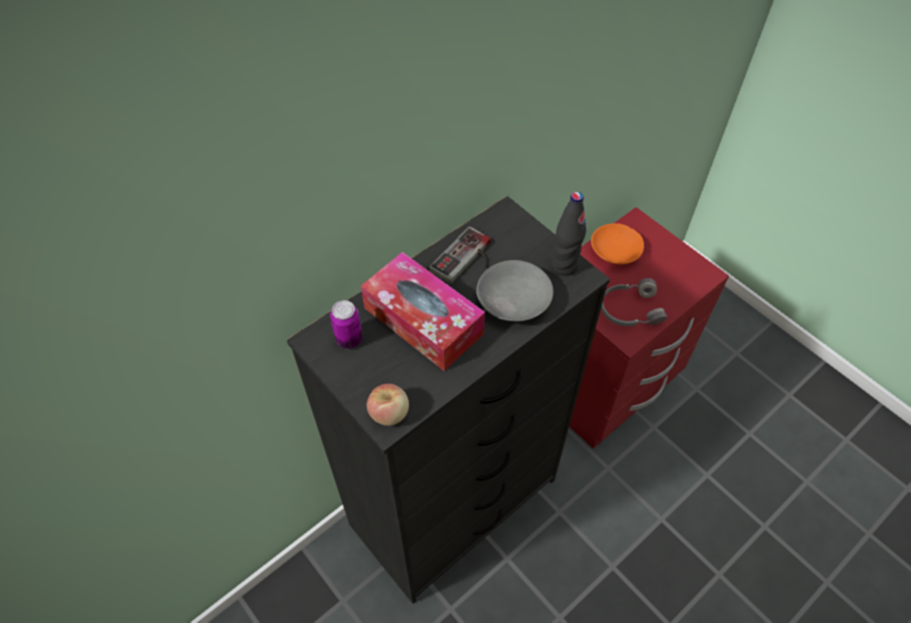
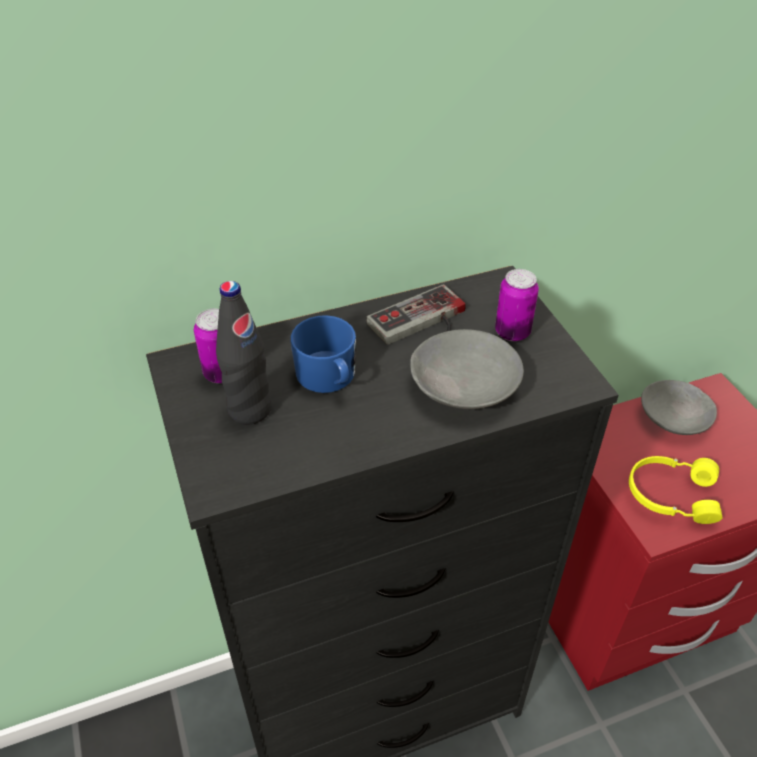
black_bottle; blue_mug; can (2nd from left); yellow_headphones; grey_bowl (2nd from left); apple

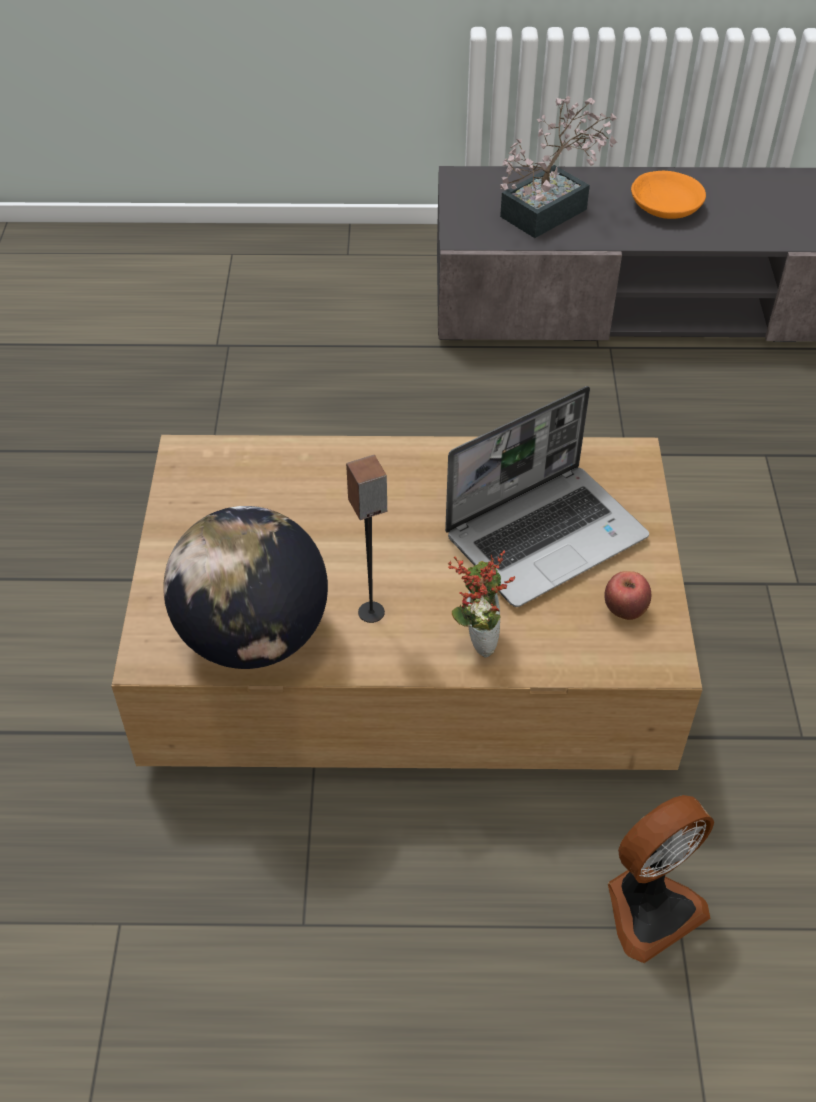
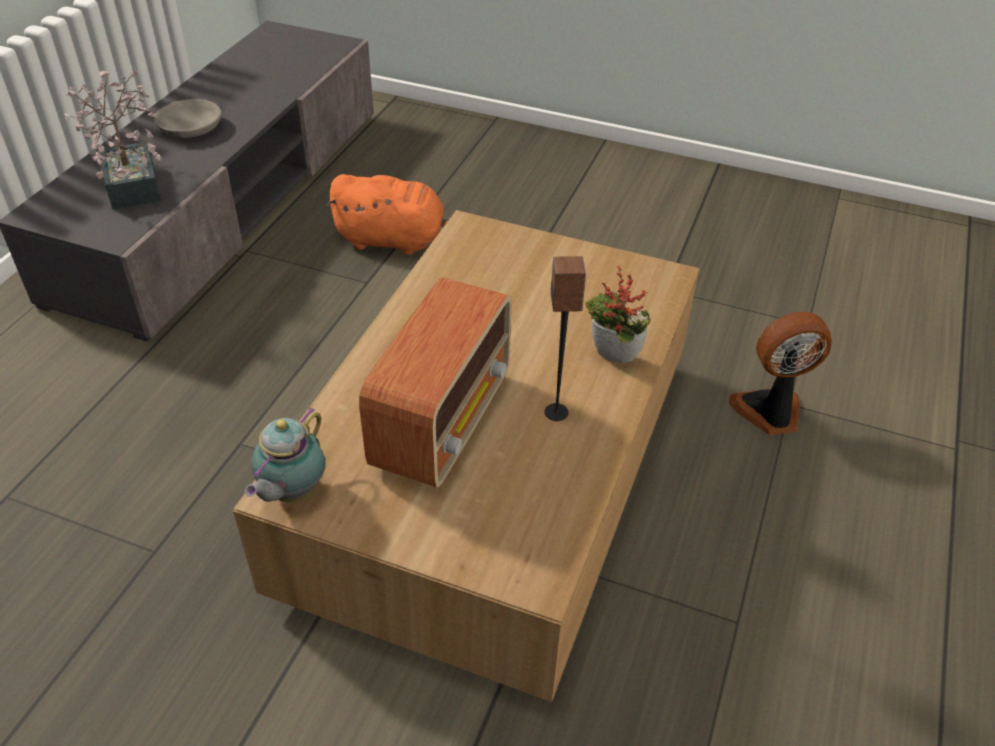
grey_bowl; teapot; orange_plush_toy; radio; fan; globe; laptop; apple

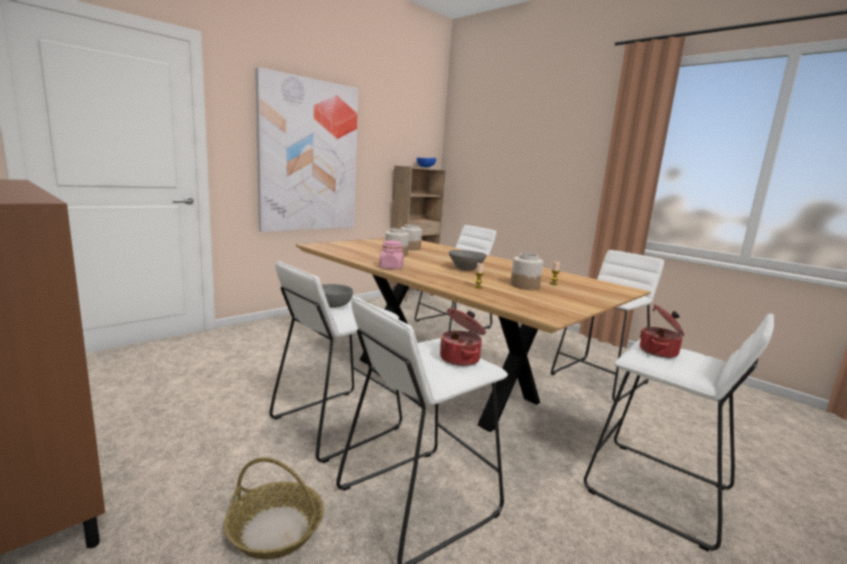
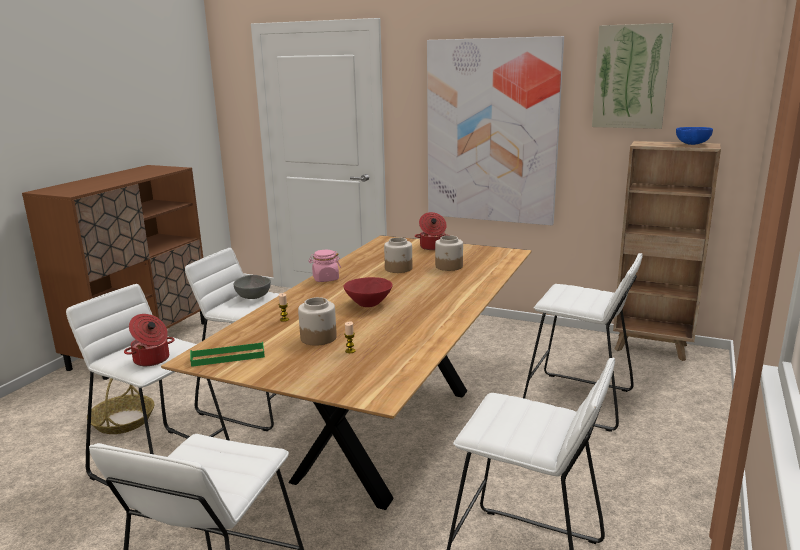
green_tray; red_bowl; cooking_pot (2nd from left); picture (2nd from left)

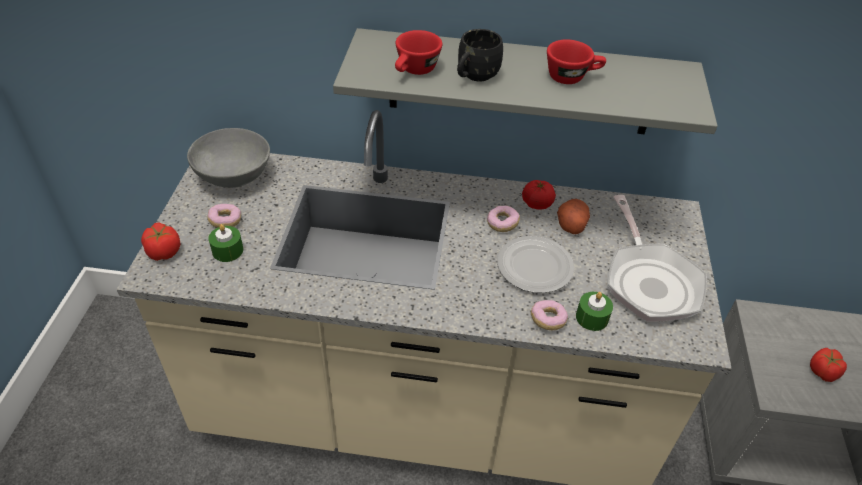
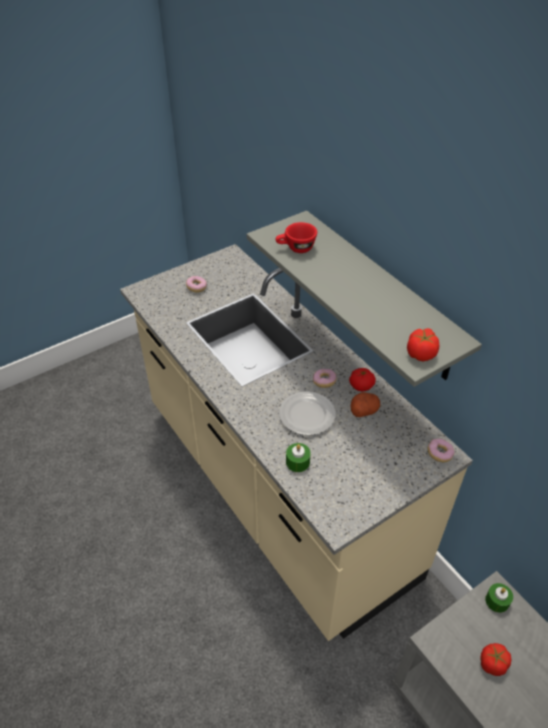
tomato (2nd from left); donut (3rd from left); green_candle (2nd from left); grey_bowl; black_mug; red_cup (2nd from left in the first image); frying_pan

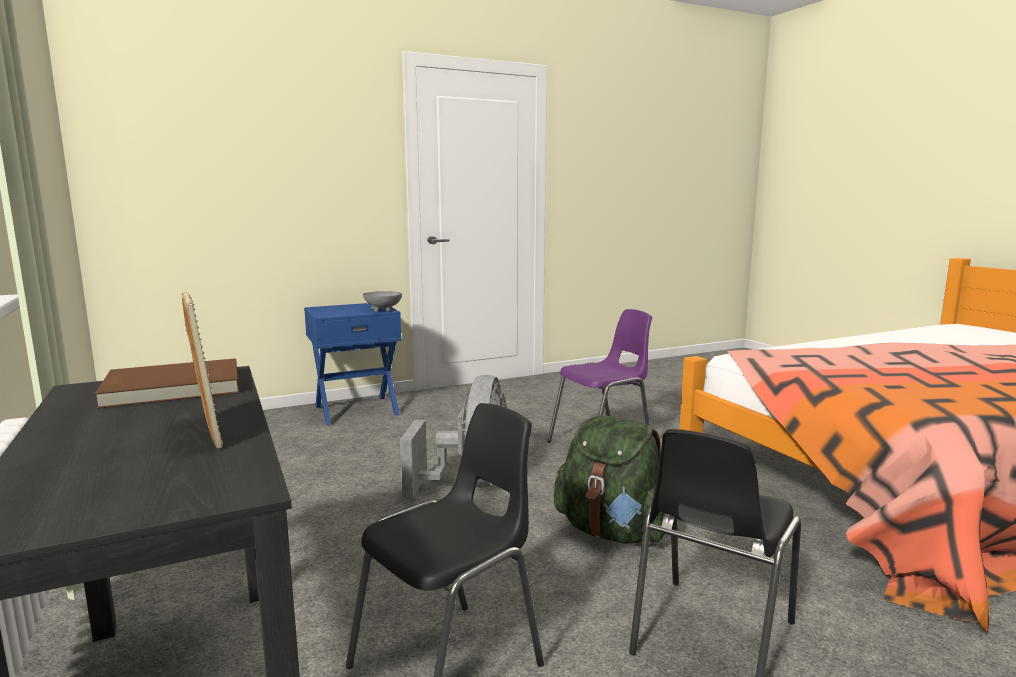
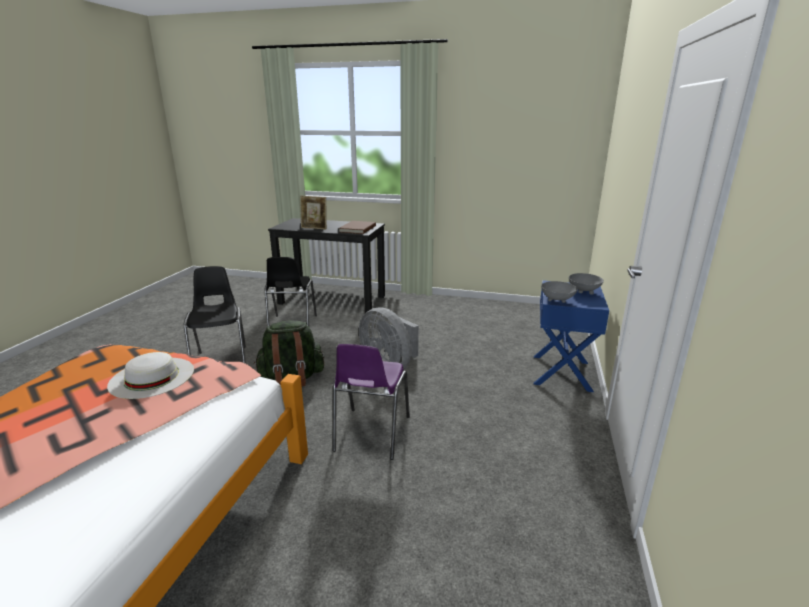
white_hat; grey_bowl (2nd from left)

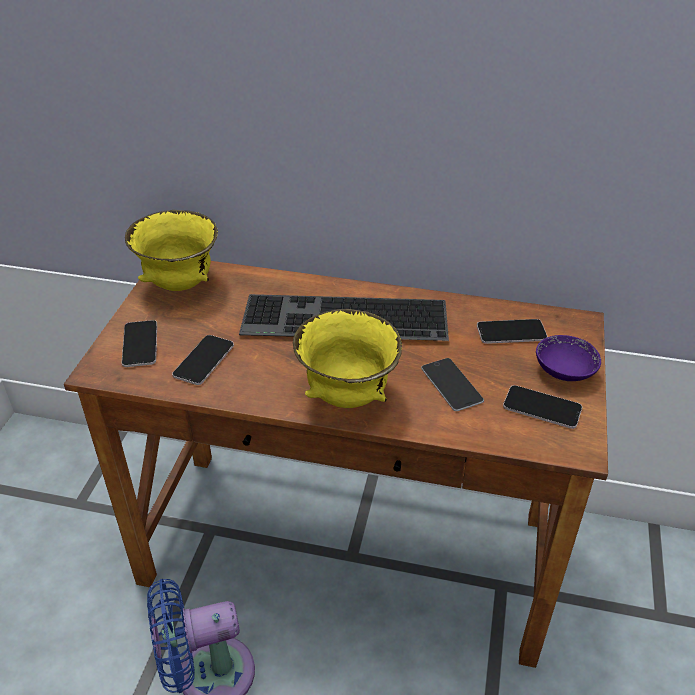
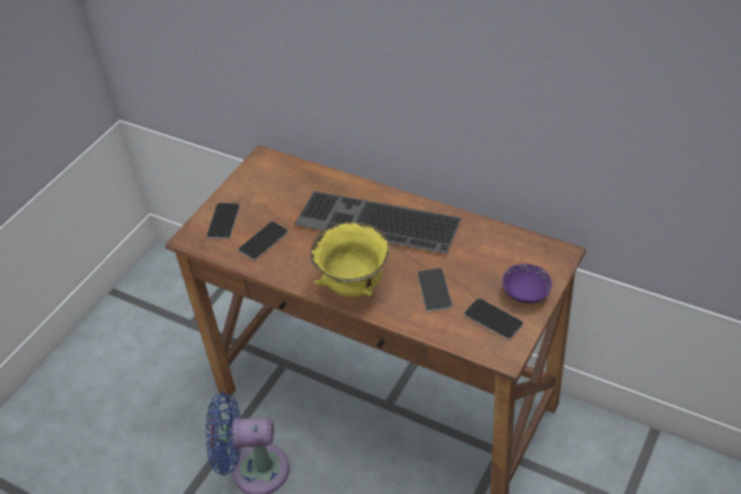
yellow_bowl (1st from left in the first image); phone (4th from left in the first image)

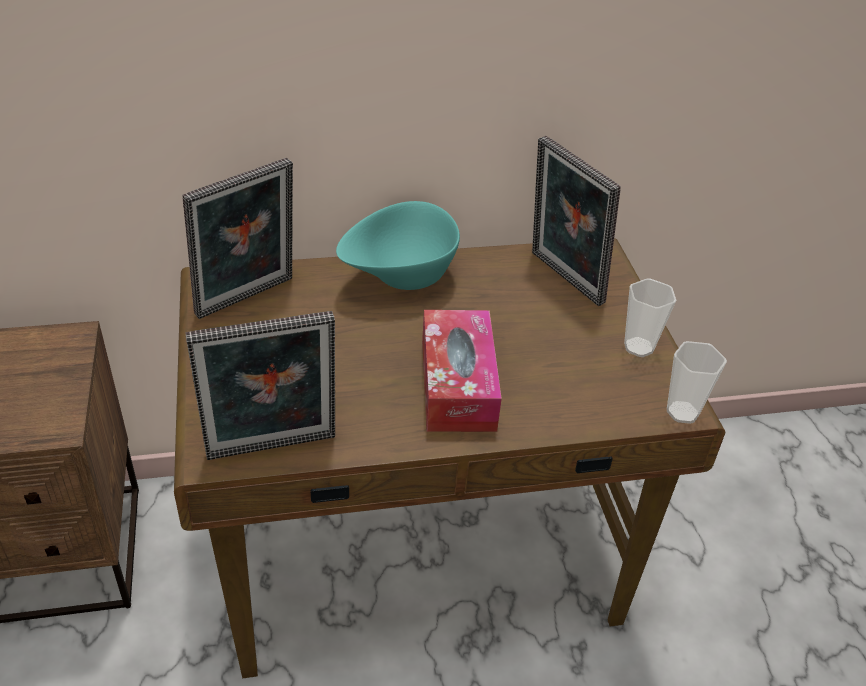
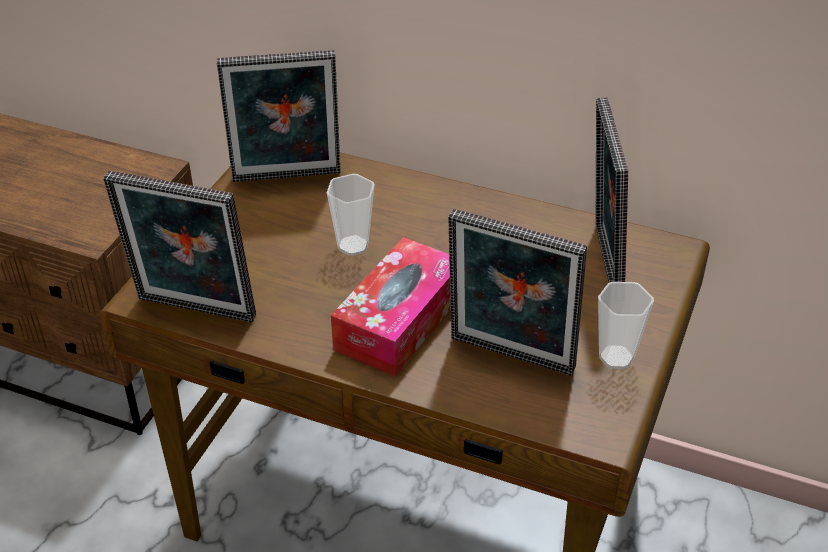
cup (1st from left); picture_frame (3rd from left); turquoise_bowl

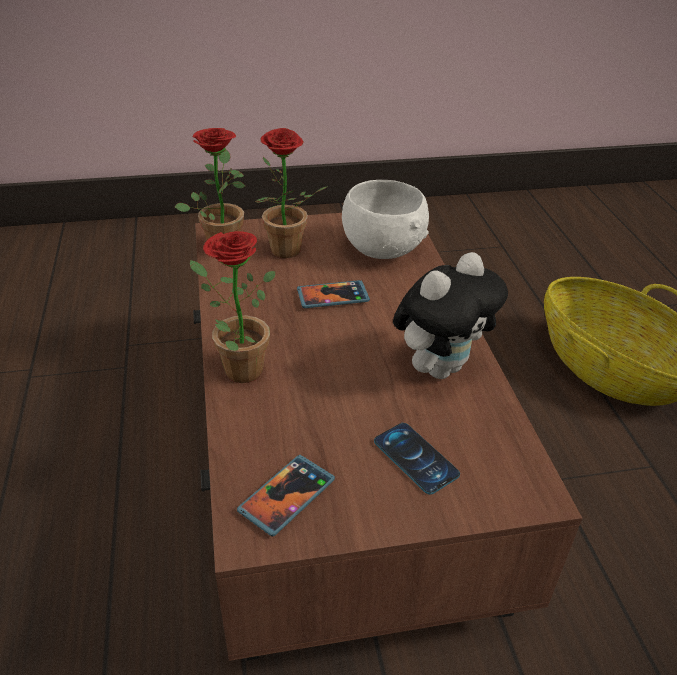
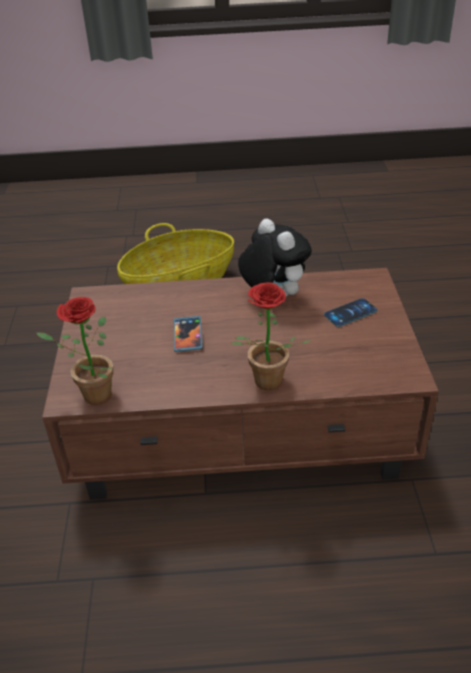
phone (1st from left in the first image); potted_plant (3rd from left in the first image); white_bowl

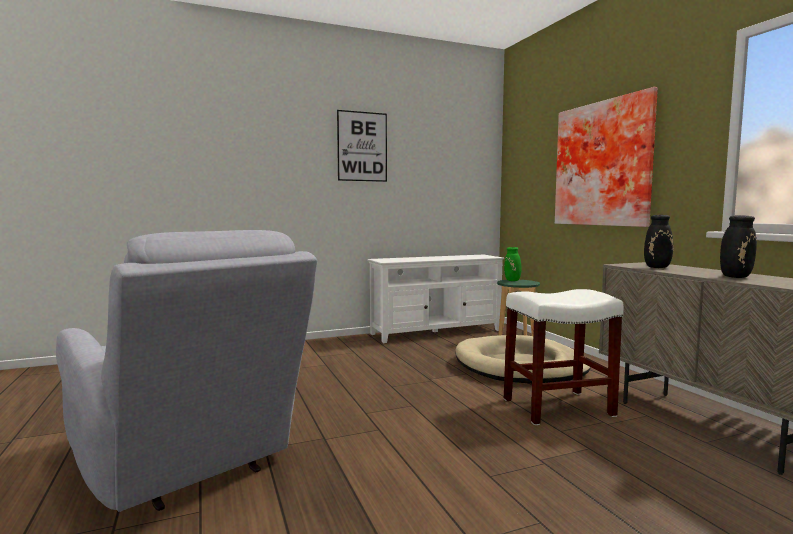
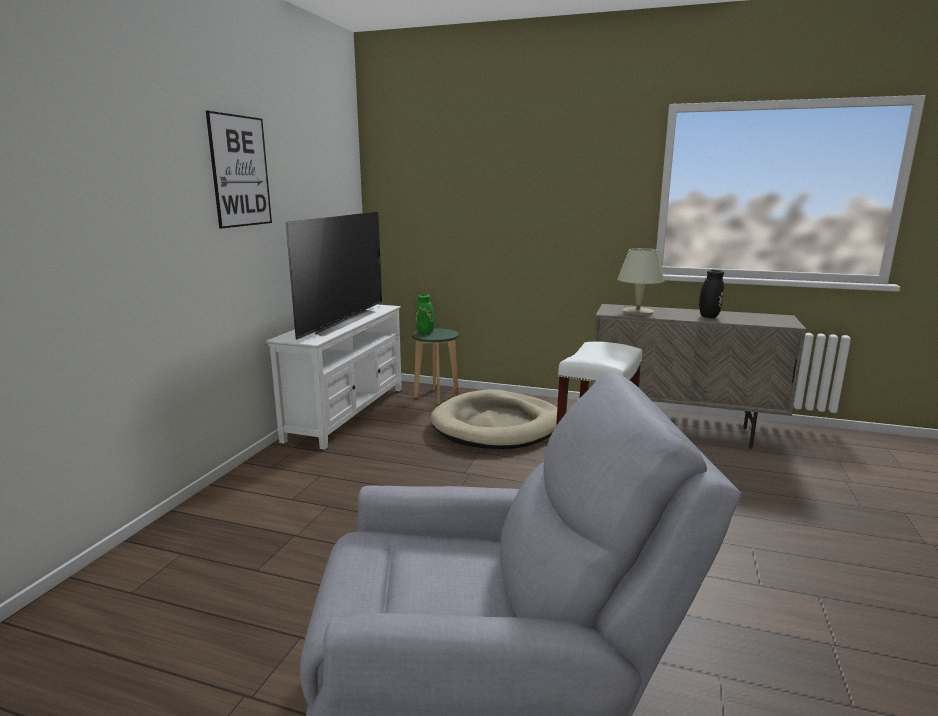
television; beige_table_lamp; picture (2nd from left in the first image)

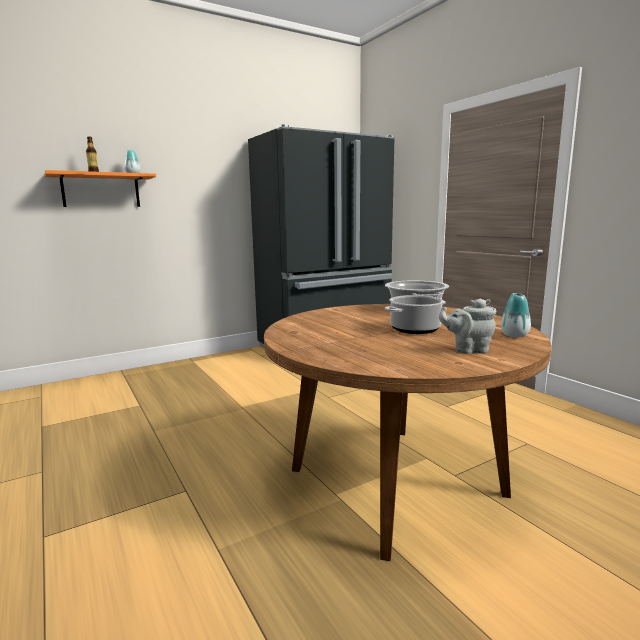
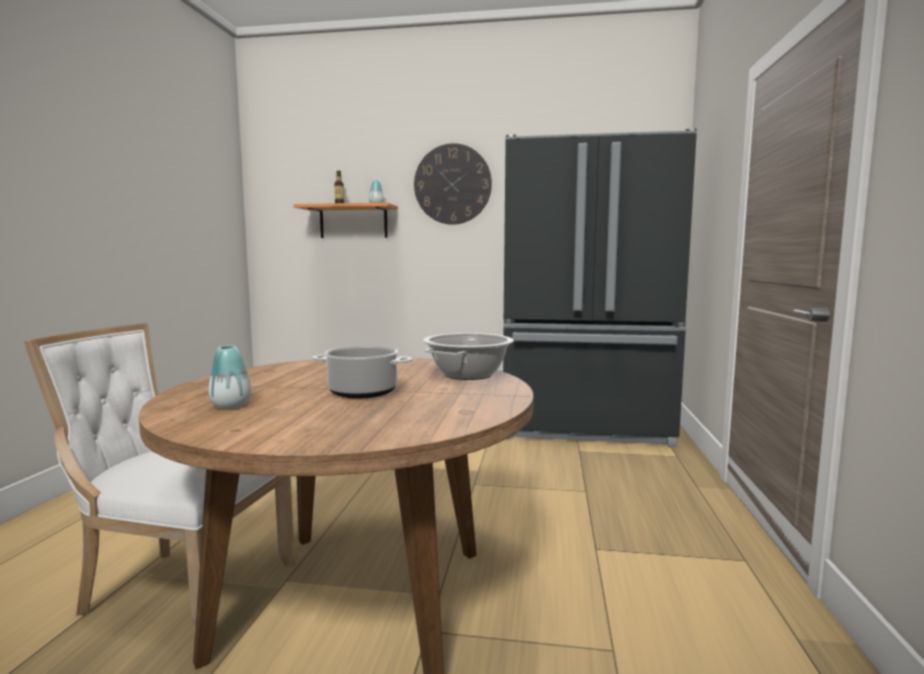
white_chair; vase (1st from left); wall_clock; grey_teapot

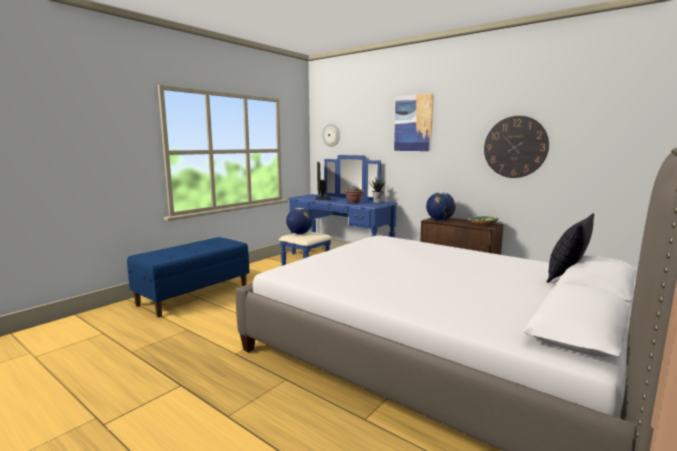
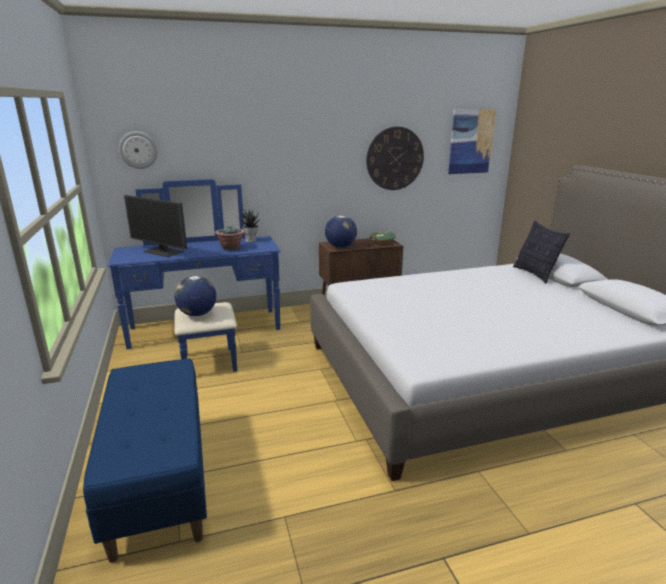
picture

